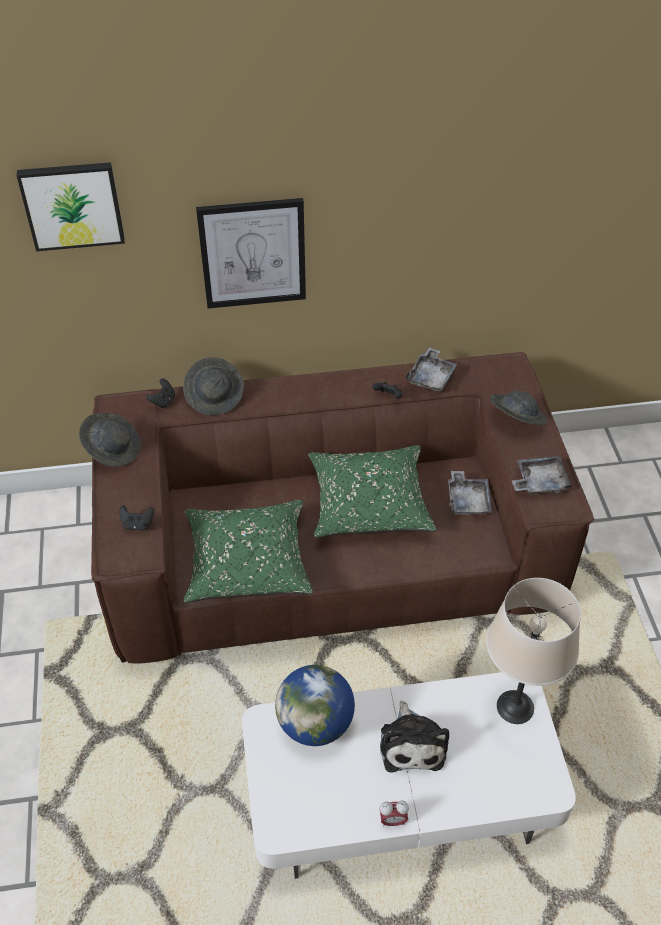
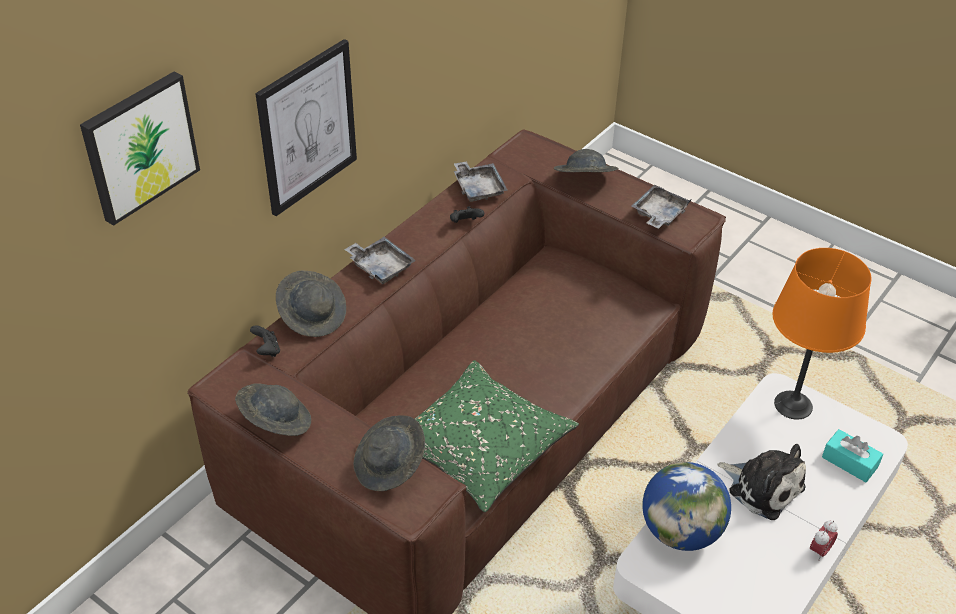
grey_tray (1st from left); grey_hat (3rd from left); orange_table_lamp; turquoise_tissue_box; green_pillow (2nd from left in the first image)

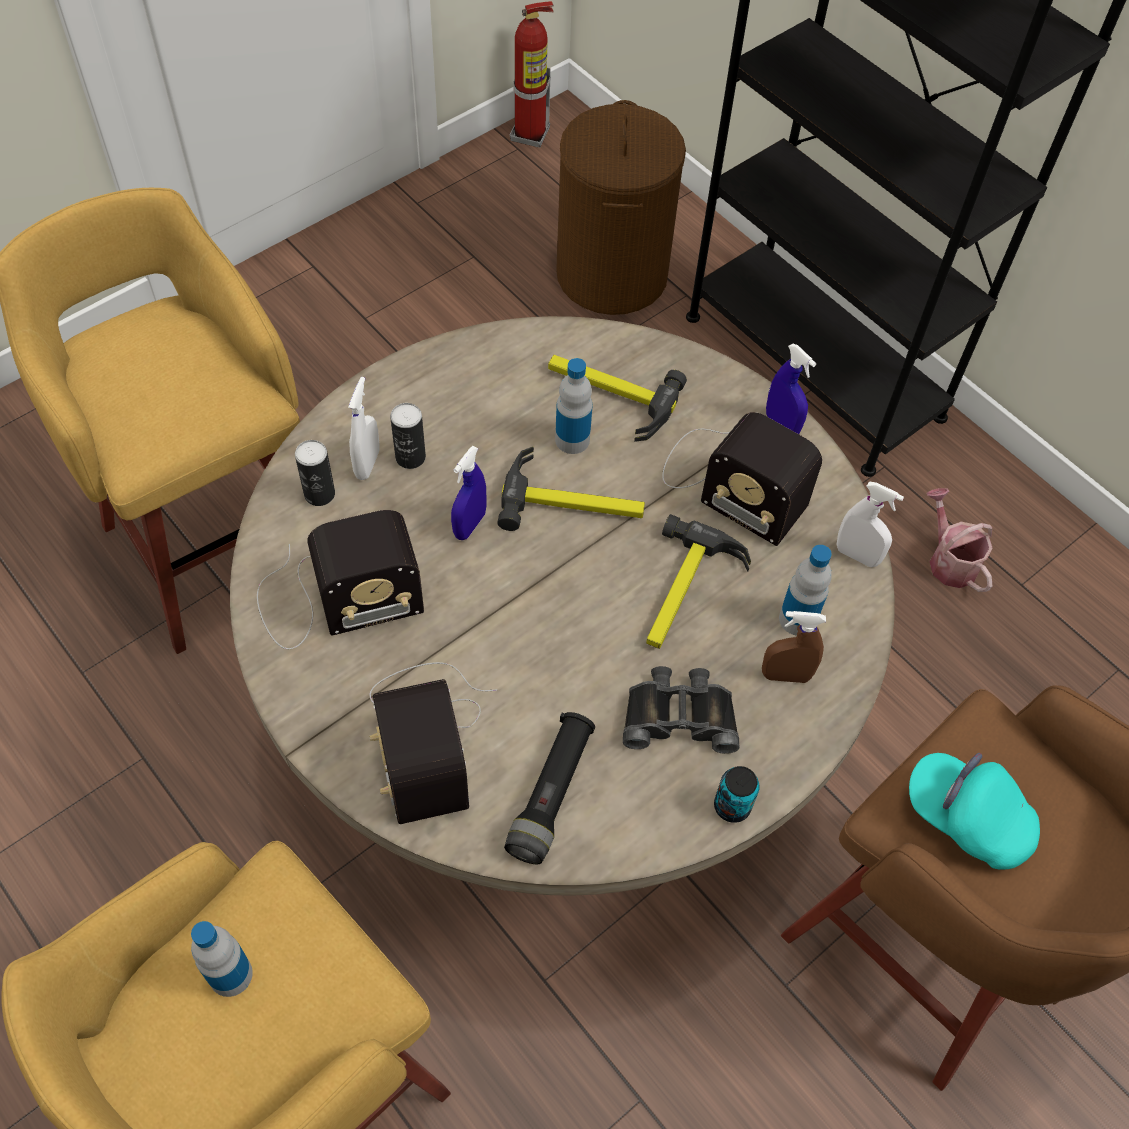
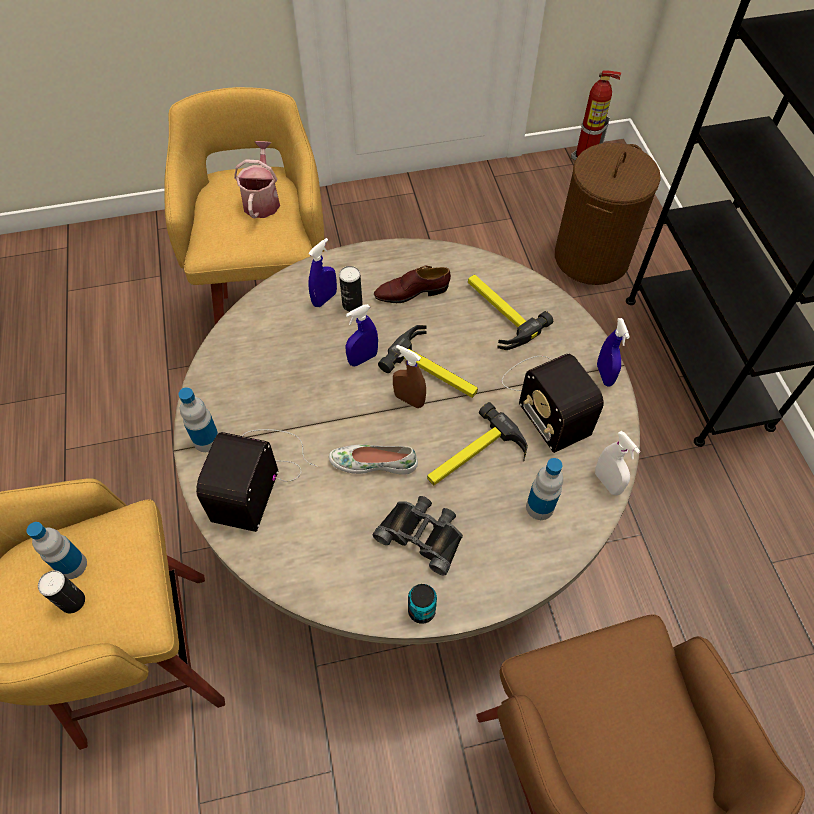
can (1st from left); bottle (2nd from left); watering_can; blue_spray_bottle (1st from left); white_shoe; brown_shoe; brown_spray_bottle; radio (1st from left in the first image); black_flashlight; turquoise_cap

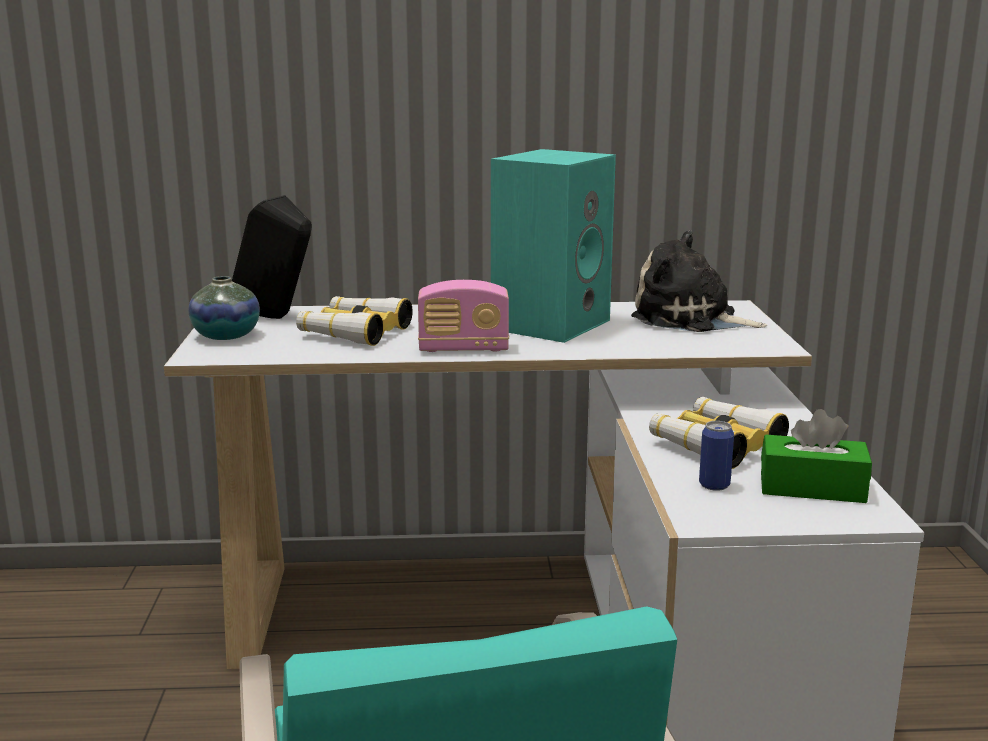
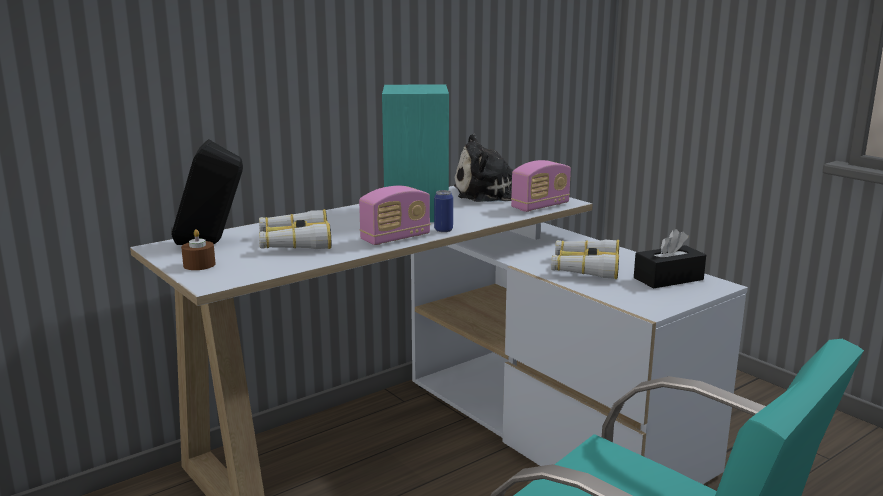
brown_candle; can; radio (2nd from left); black_tissue_box

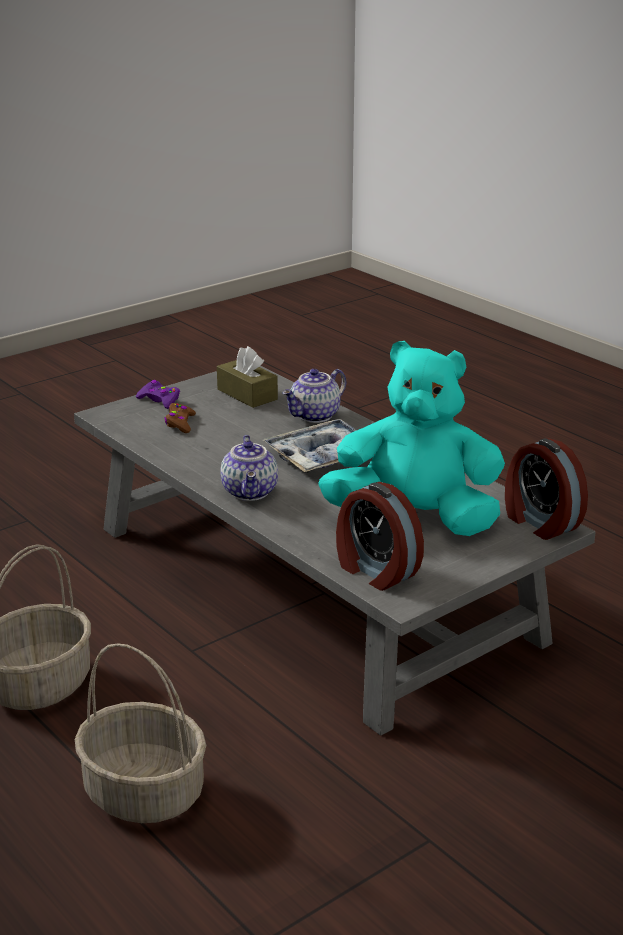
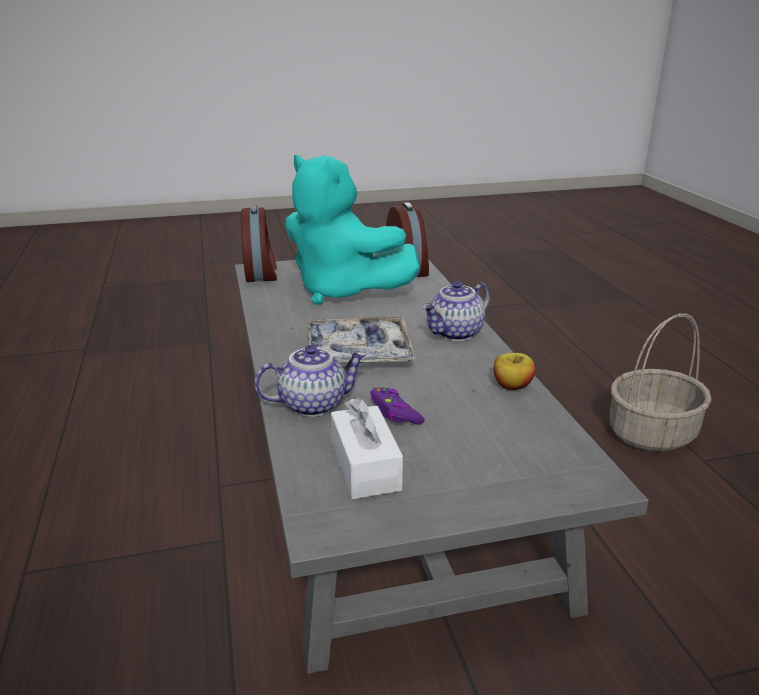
white_tissue_box; purple_game_controller; teapot (2nd from left); apple; basket (2nd from left in the first image); brown_game_controller

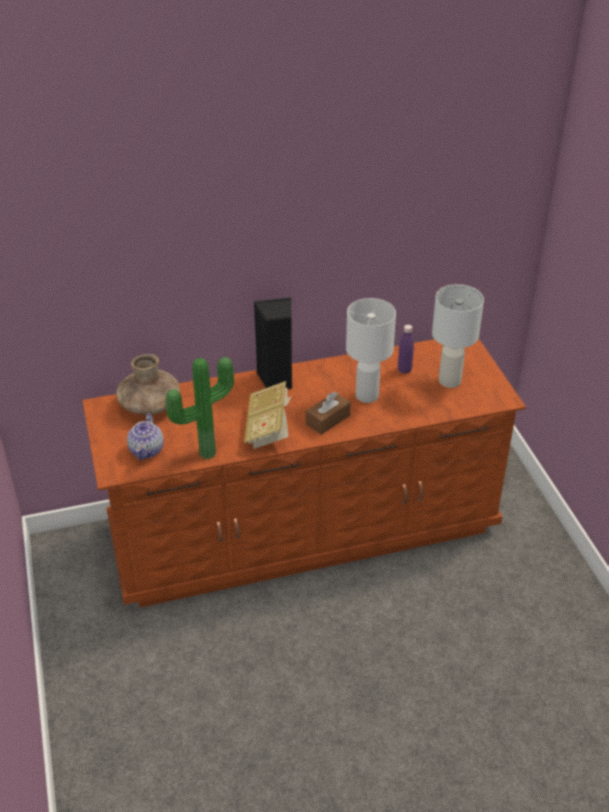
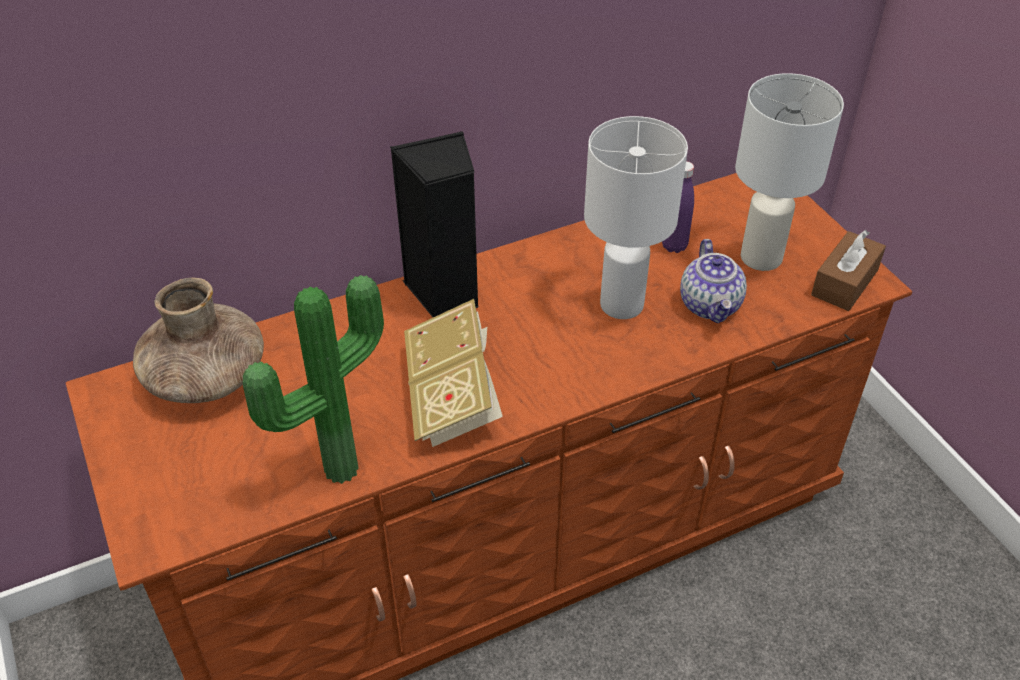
teapot; brown_tissue_box

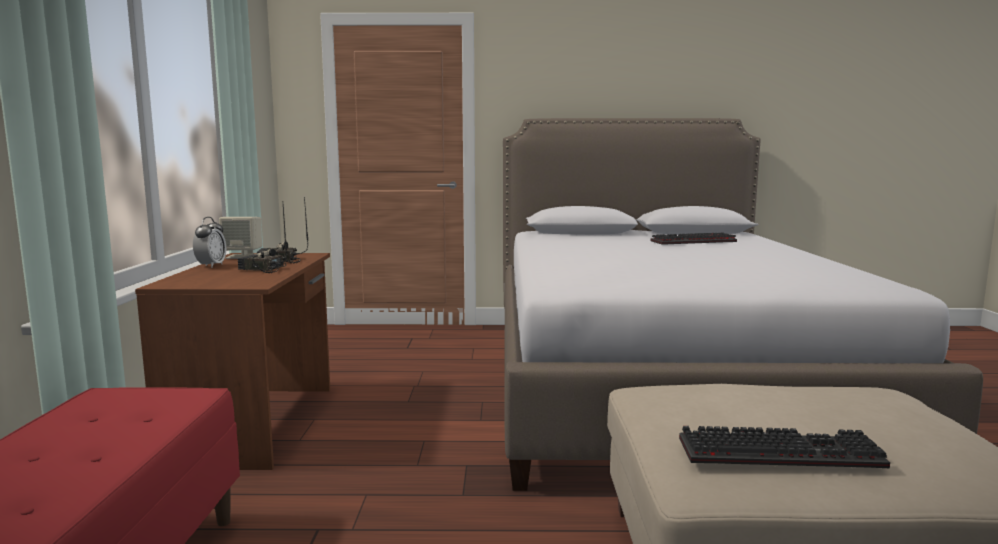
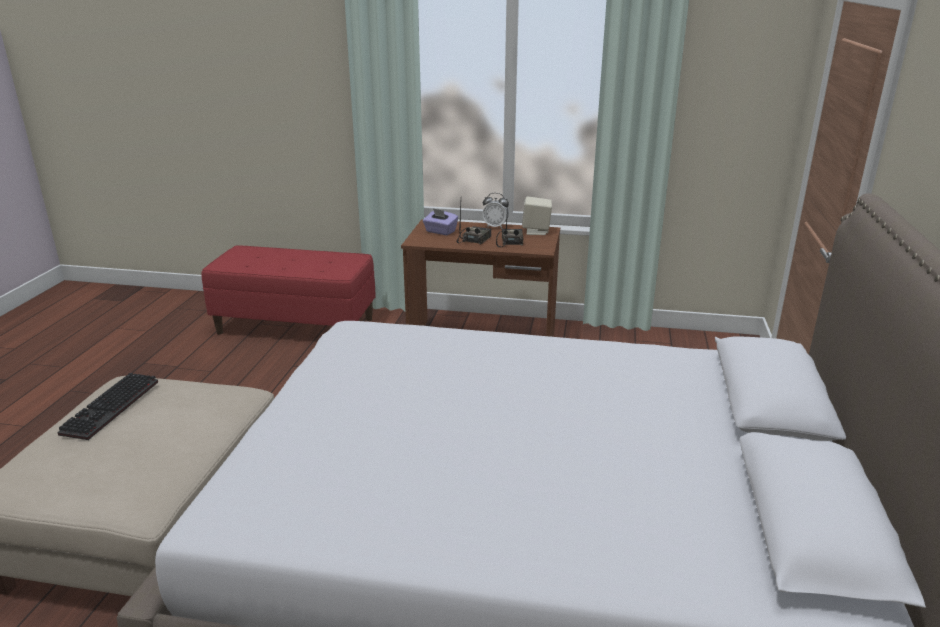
purple_tissue_box; keyboard (1st from left in the first image)

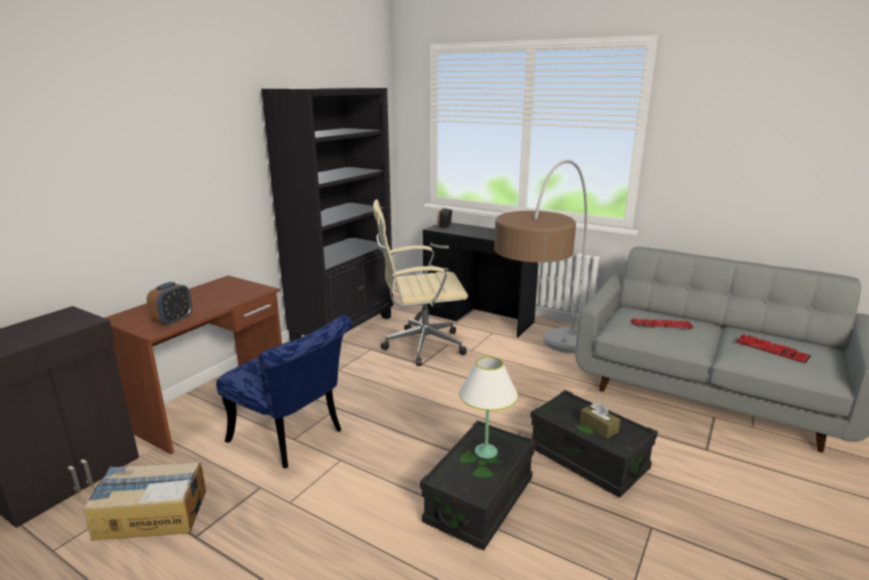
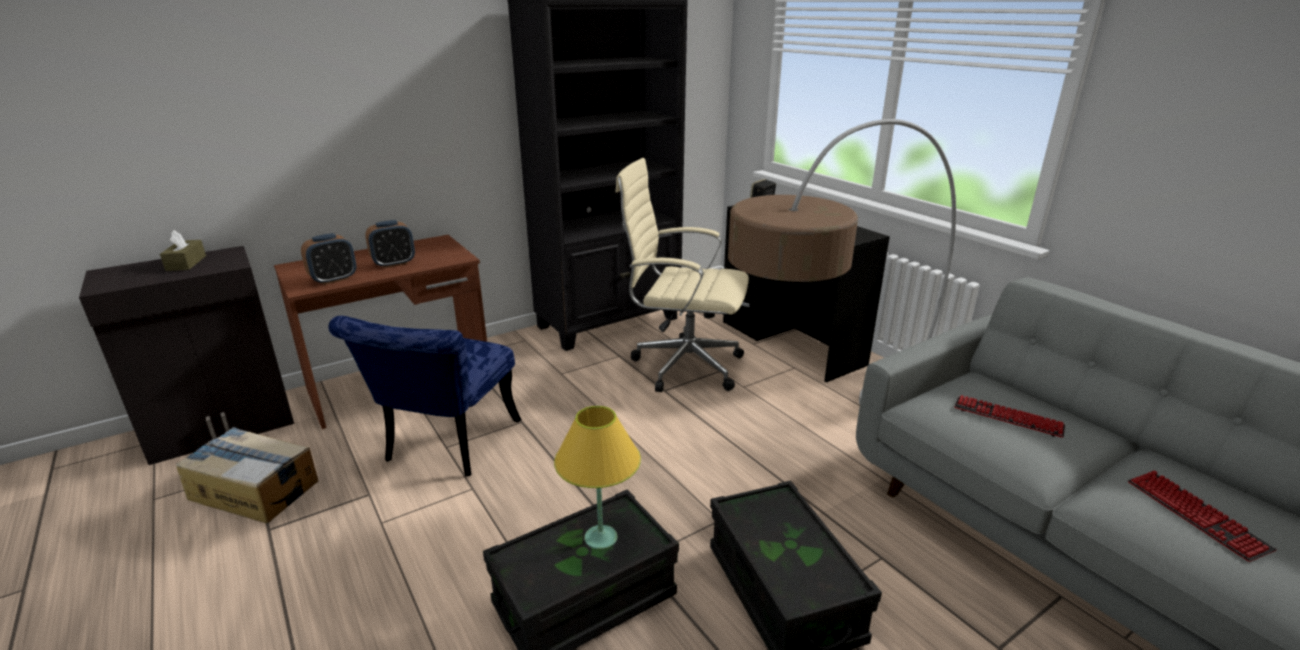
brown_tissue_box; blue_chair; alarm_clock (2nd from left); yellow_table_lamp

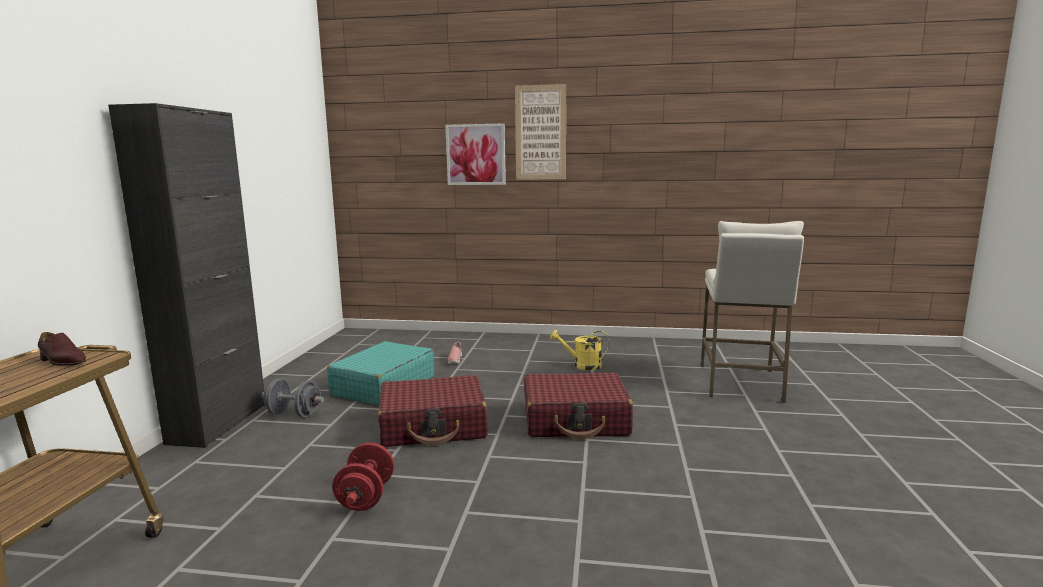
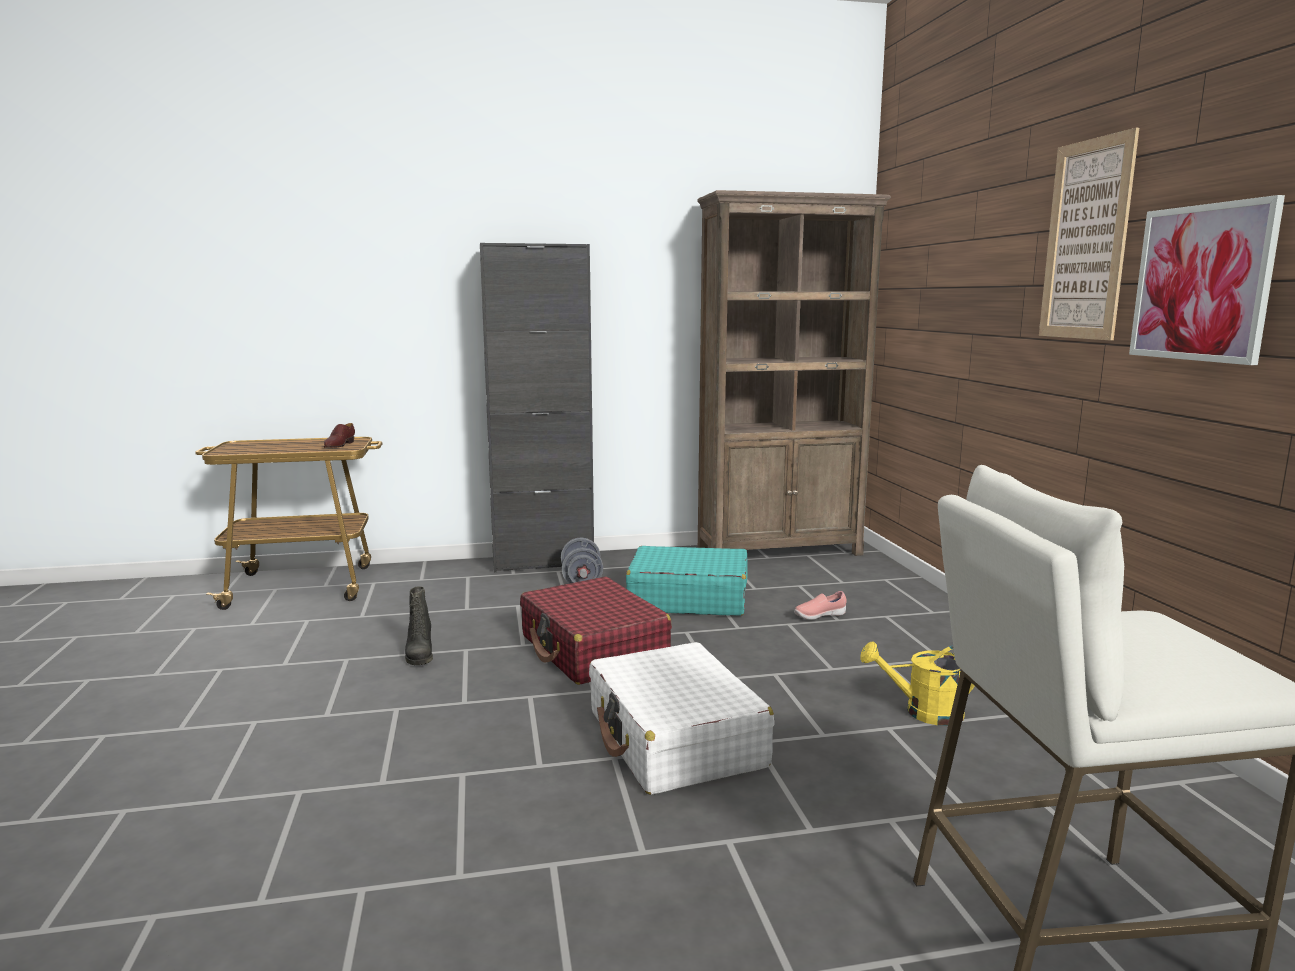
black_boot; white_suitcase; brown_bookcase; yellow_watering_can; picture (2nd from left)

